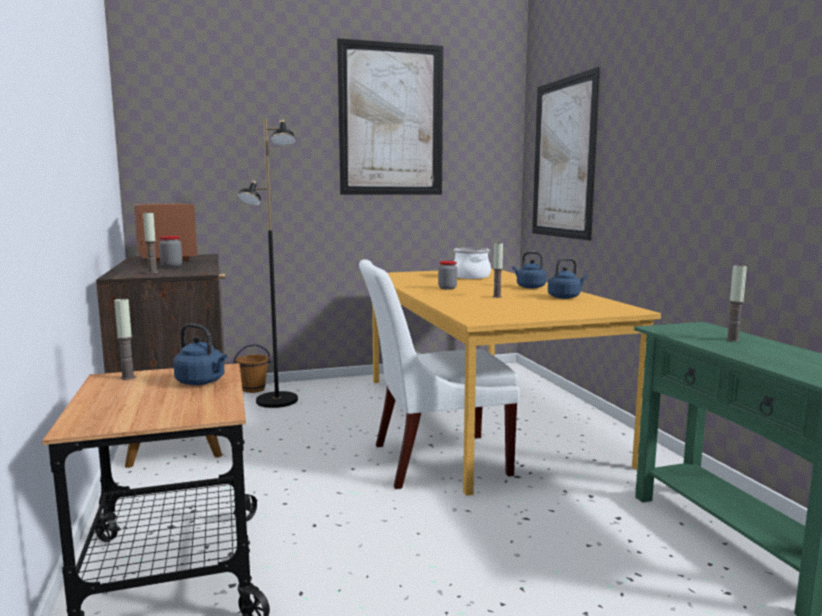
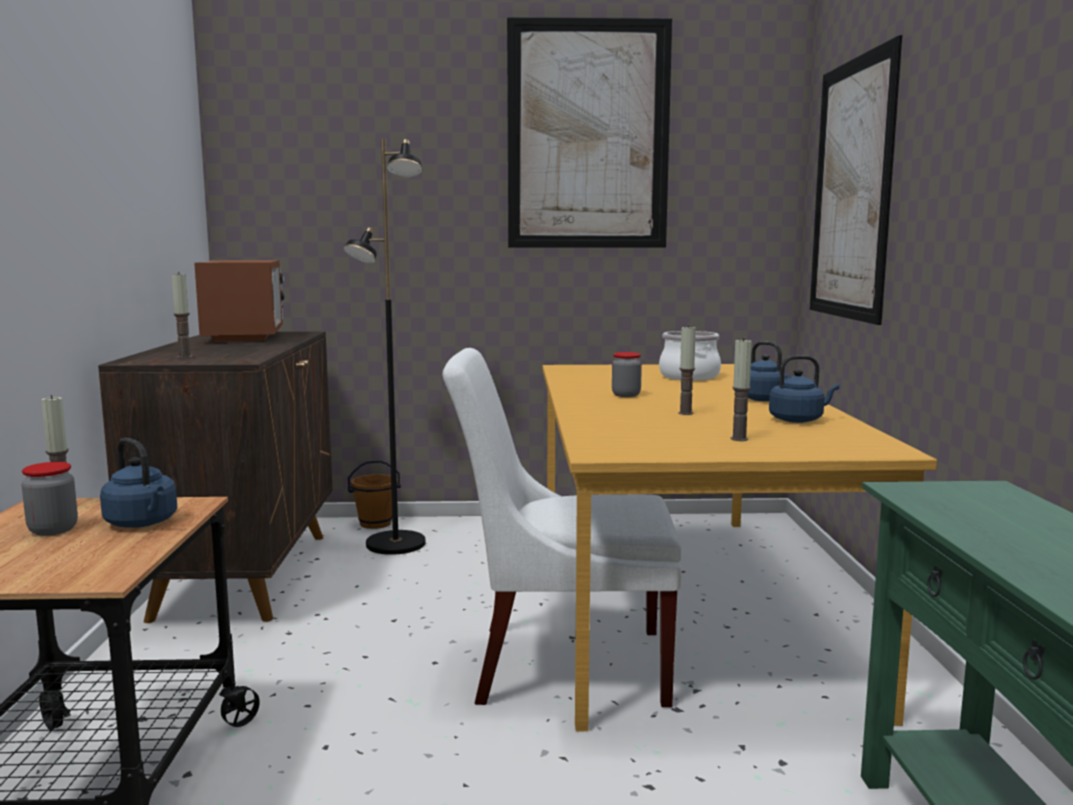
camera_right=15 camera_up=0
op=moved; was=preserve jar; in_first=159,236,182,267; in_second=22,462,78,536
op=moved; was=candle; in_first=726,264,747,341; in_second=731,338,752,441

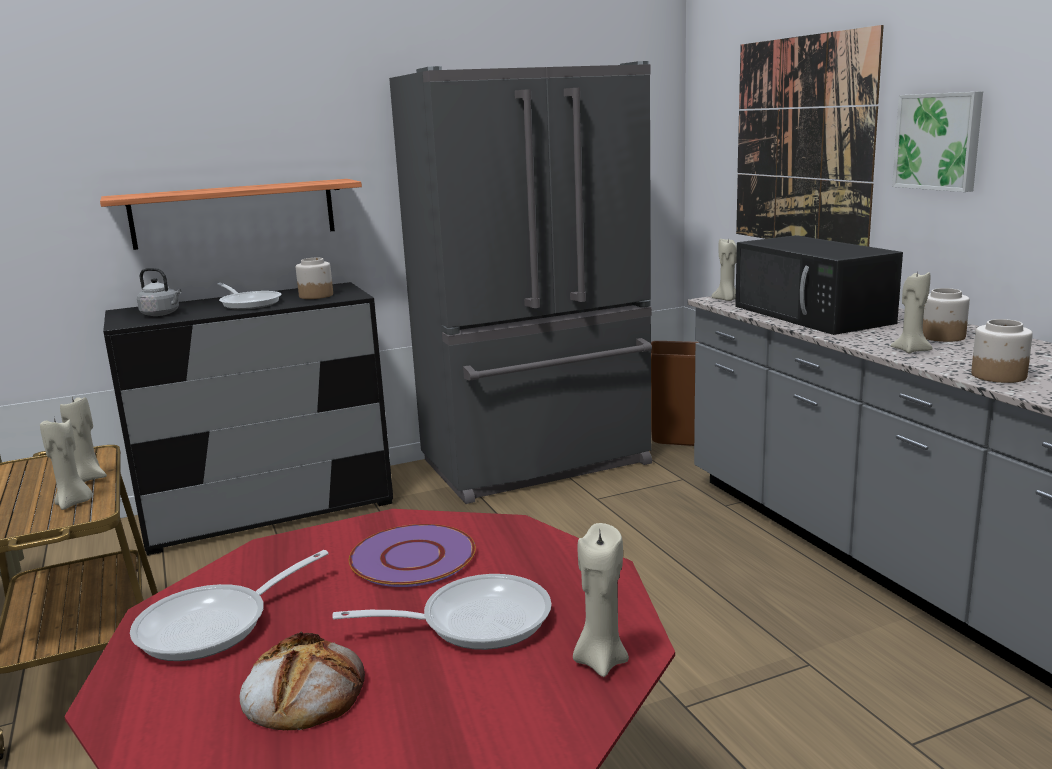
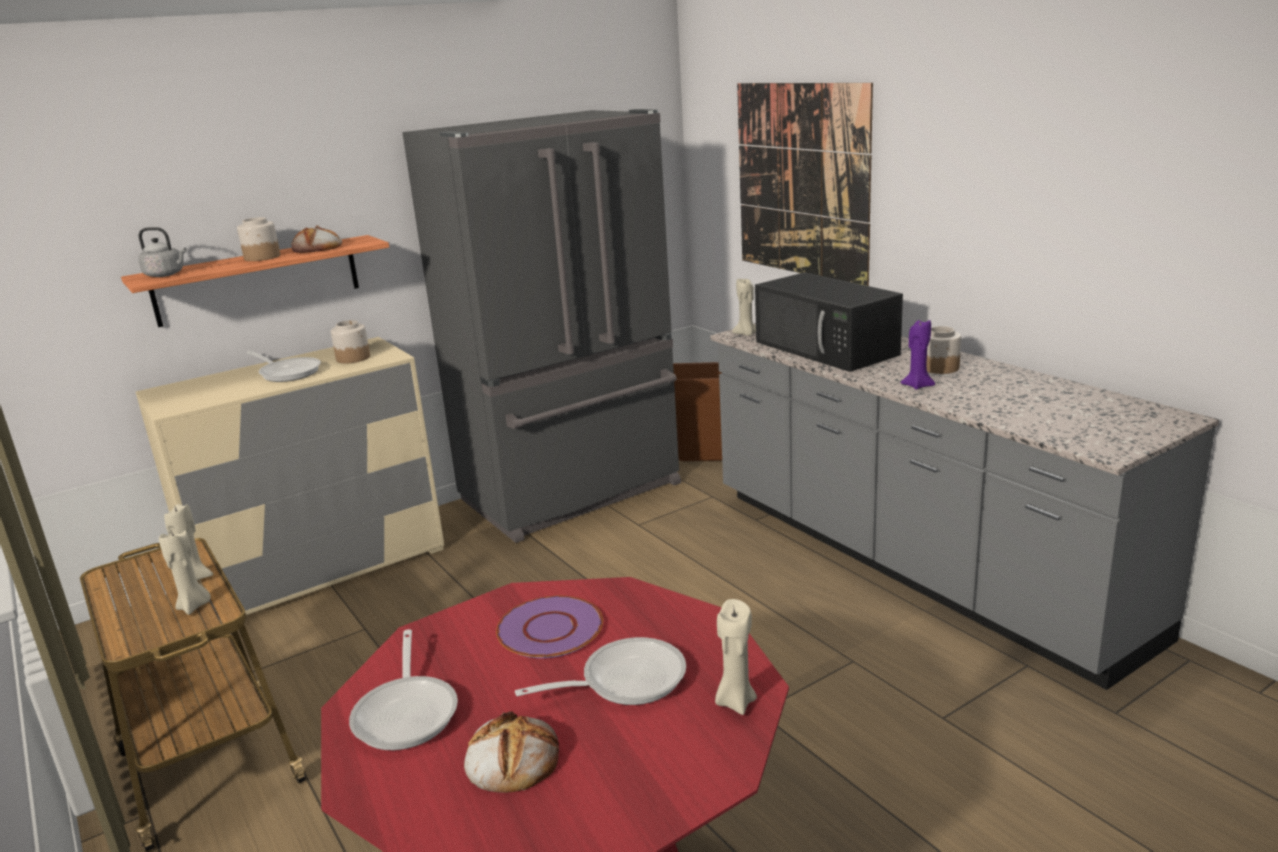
camera_right=-10 camera_up=5
op=recoloured; was=chest of drawers (black); now=chest of drawers (sand-coloured); in_first=103,282,393,555; in_second=136,337,444,624
op=moved; was=tea kettle (grey); in_first=137,268,182,316; in_second=138,227,187,277
op=moved; was=preserve jar; in_first=971,319,1033,383; in_second=237,217,280,261
op=added; now=baked bread; in_second=291,226,342,253
op=turned; was=pan; in_first=130,550,329,661; in_second=349,629,458,750; clockwise=-45
op=recoloured; was=candle (sand-coloured); now=candle (purple); in_first=890,269,933,353; in_second=900,320,935,390
op=removed; was=wall art; in_first=892,91,983,192

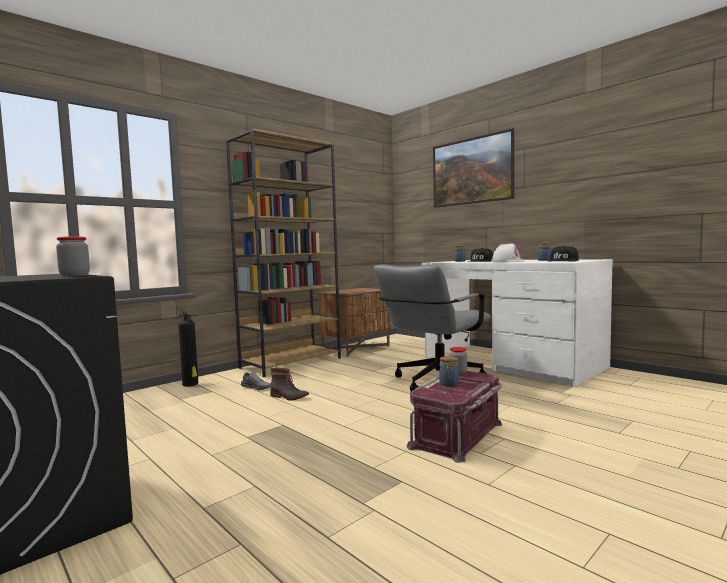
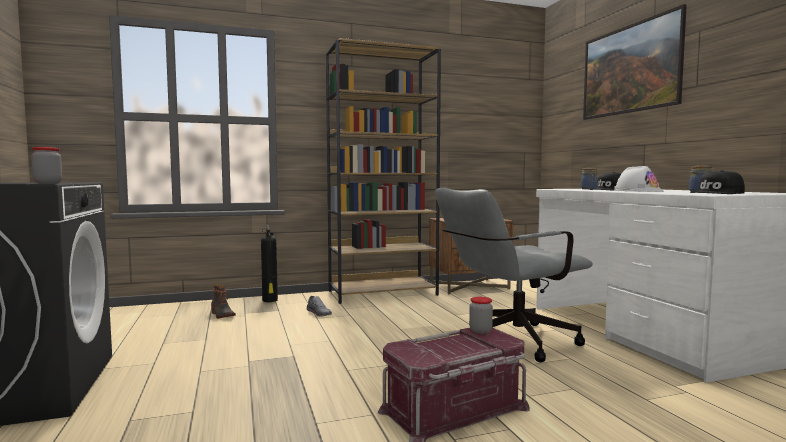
camera_right=25 camera_up=0
op=moved; was=high-top boot; in_first=270,368,309,401; in_second=211,284,236,318
op=removed; was=preserve jar; in_first=439,356,459,386

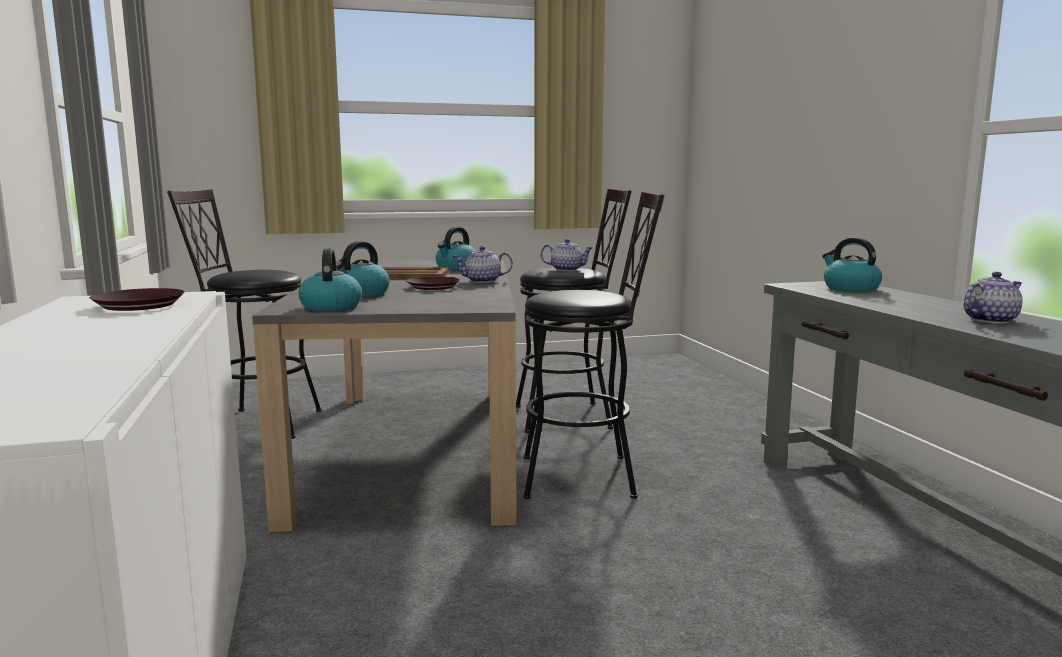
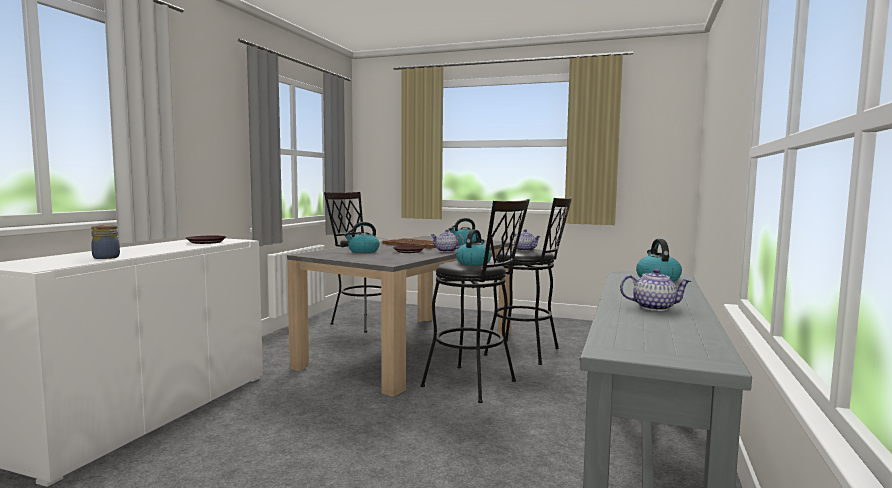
camera_right=35 camera_up=-5
op=added; now=preserve jar; in_second=91,225,120,259
op=moved; was=tea kettle; in_first=299,248,362,311; in_second=456,230,491,265

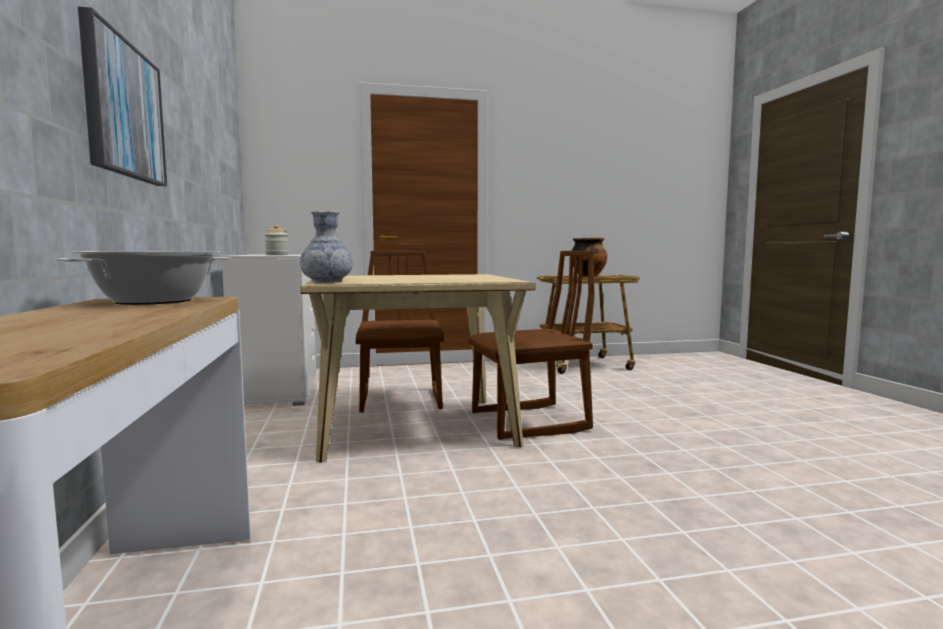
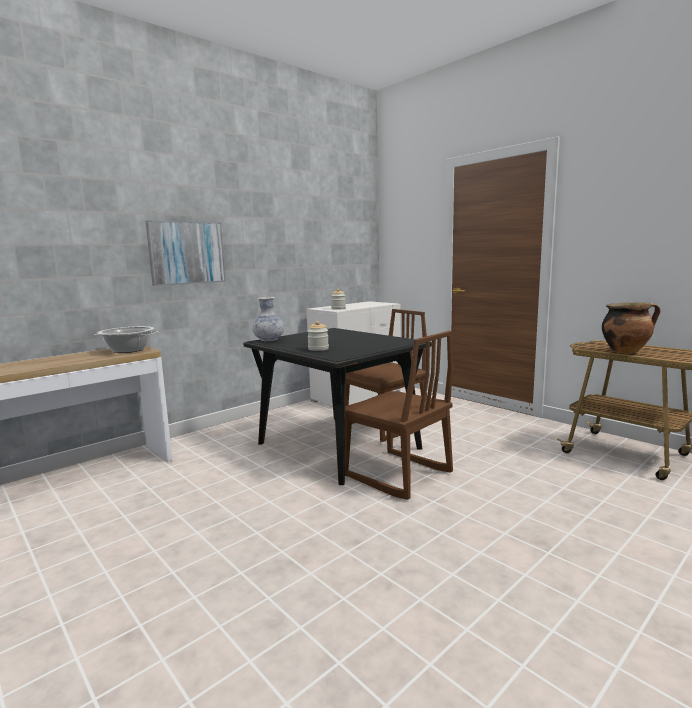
camera_right=60 camera_up=5
op=recoloured; was=dinner table (sand-coloured); now=dinner table (black); in_first=300,274,536,463; in_second=244,328,432,485
op=added; now=preserve jar; in_second=307,321,329,351

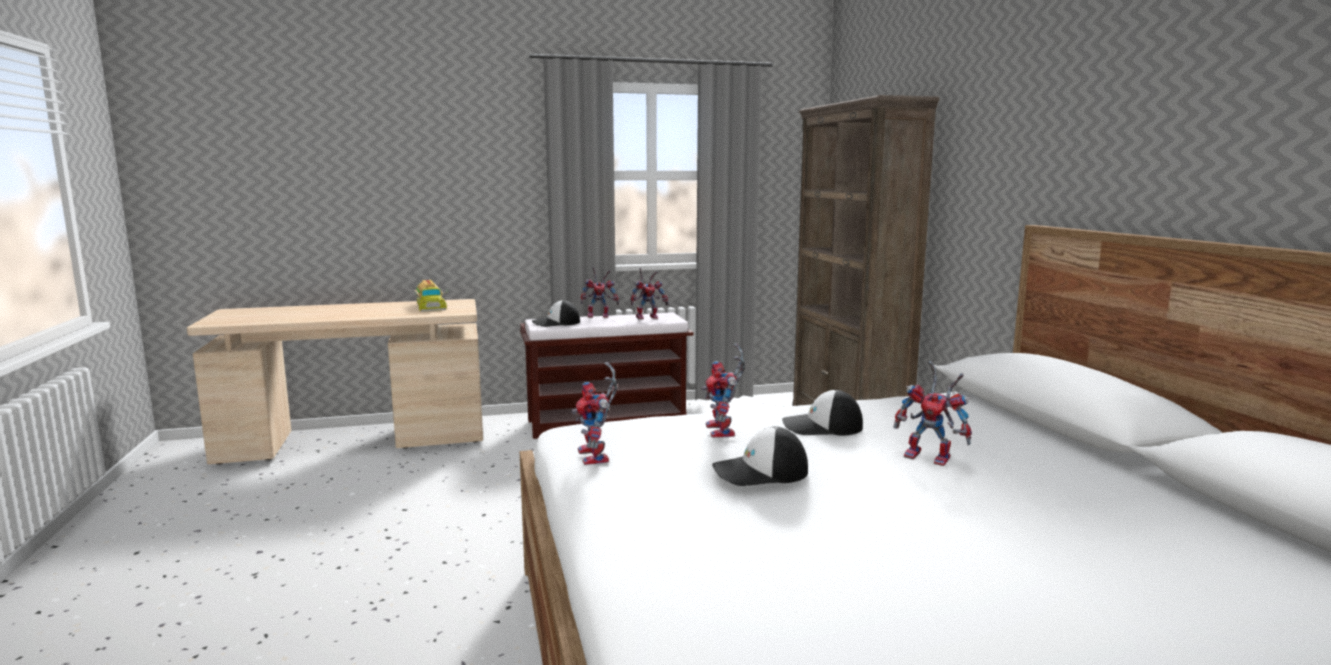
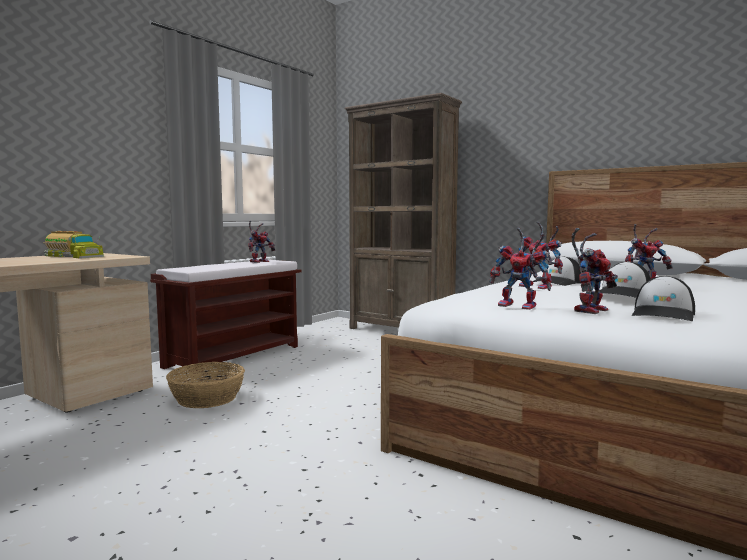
camera_right=-40 camera_up=-5
op=added; now=basket; in_second=166,362,245,408
op=moved; was=toy robot; in_first=581,267,619,318; in_second=571,228,618,314
op=moved; was=baseball cap; in_first=532,300,580,327; in_second=632,276,695,321

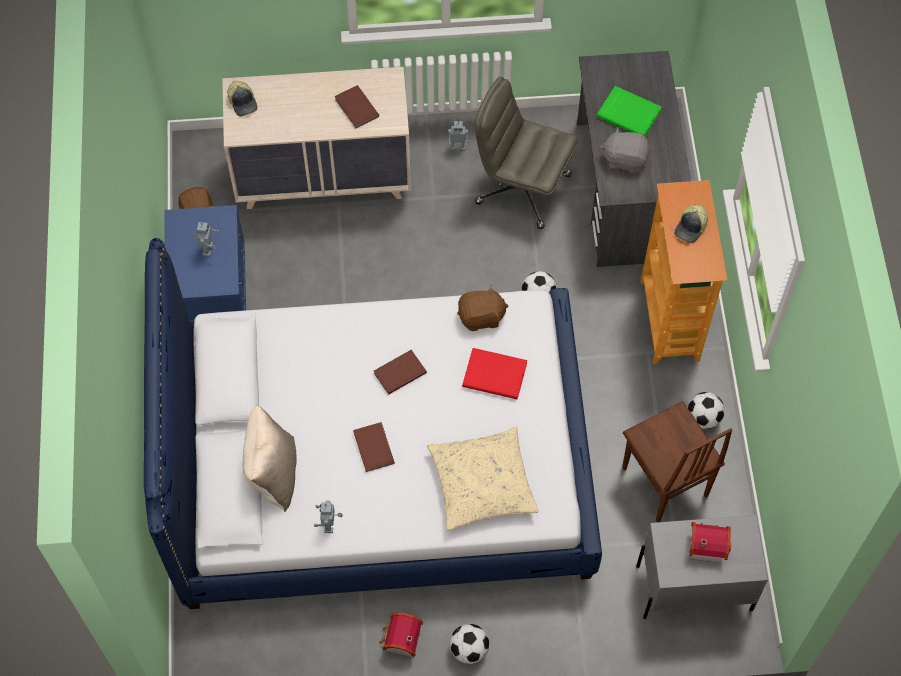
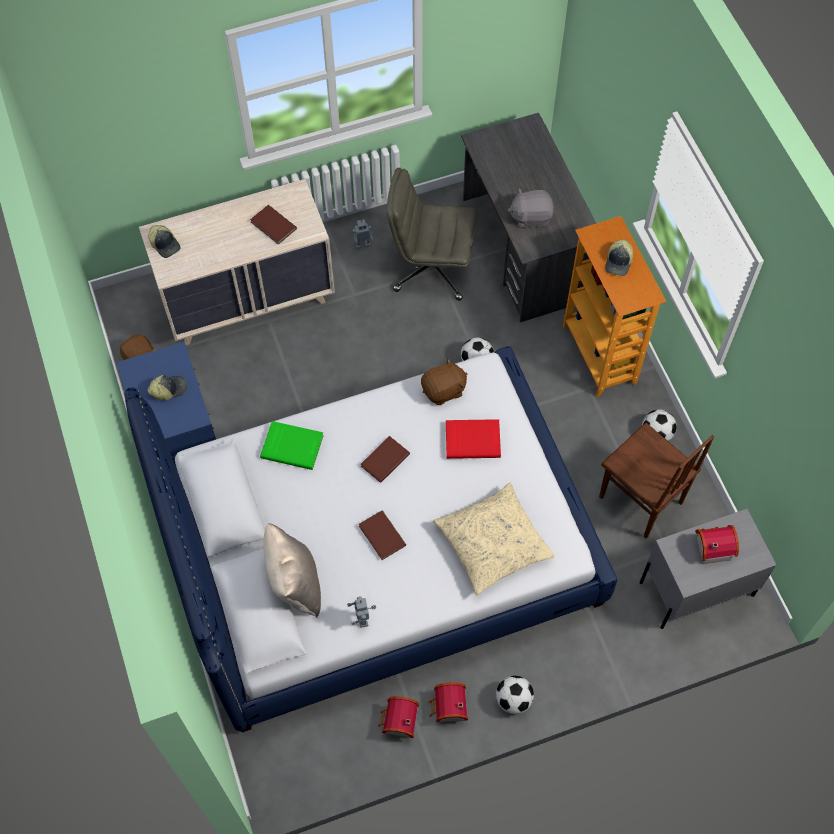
camera_right=-15 camera_up=0
op=replaced; was=toy robot; now=baseball cap; in_first=191,222,219,257; in_second=148,375,187,400
op=moved; was=volume (green); in_first=597,86,662,136; in_second=260,421,324,470
op=added; now=toy house; in_second=378,696,419,738

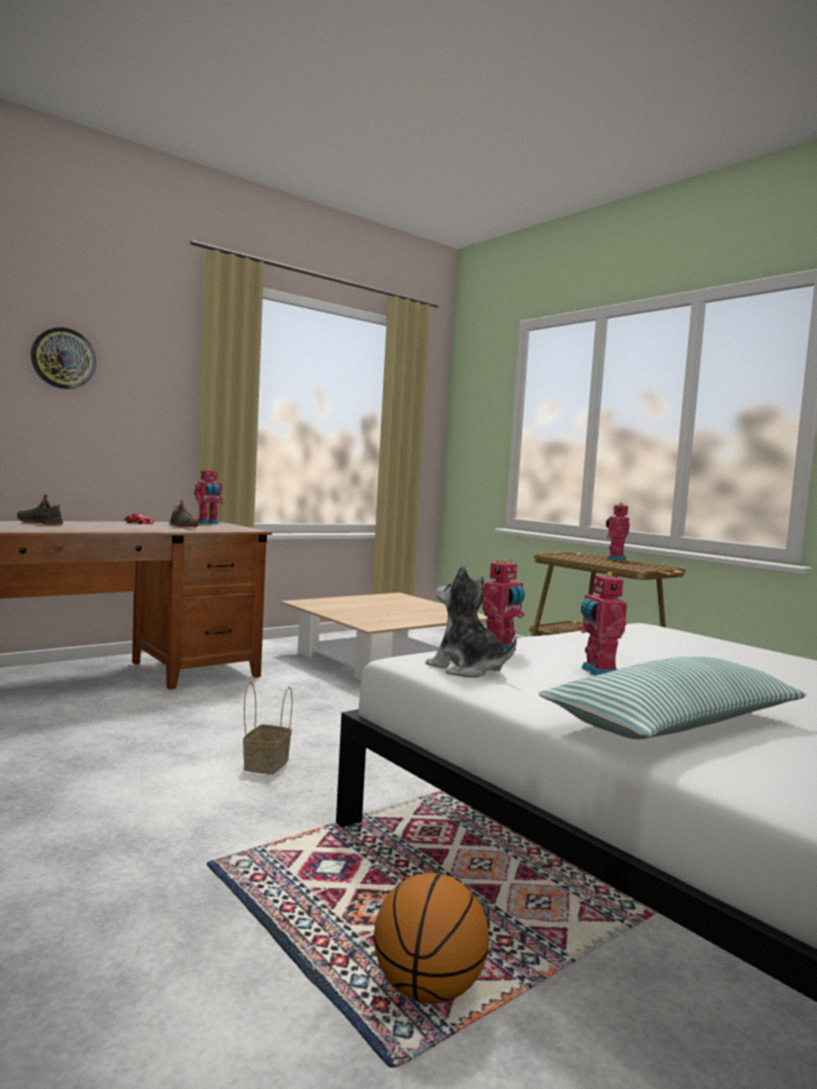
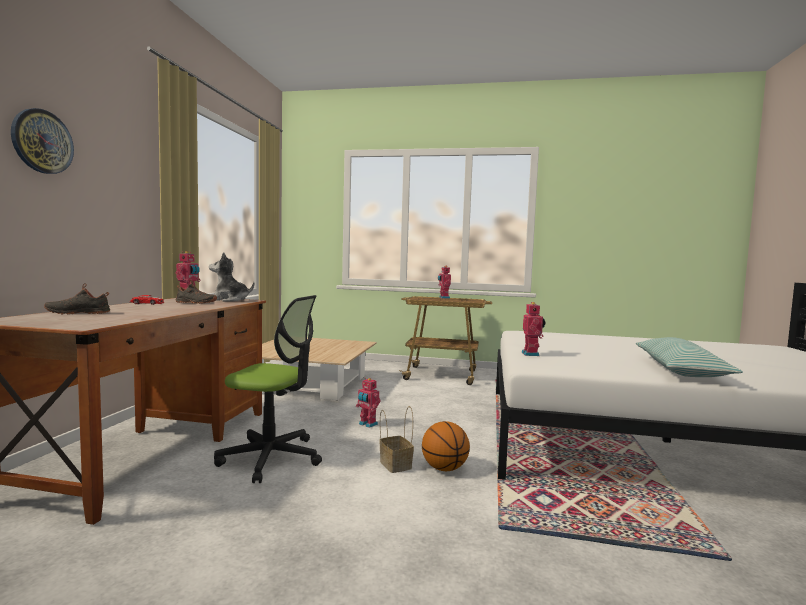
camera_right=-40 camera_up=0
op=moved; was=plush toy; in_first=426,565,517,677; in_second=209,252,254,302
op=added; now=desk chair; in_second=214,295,322,483
op=moved; was=toy robot; in_first=579,572,627,676; in_second=356,378,381,428
op=moved; was=basketball ball; in_first=374,873,489,1004; in_second=422,421,470,471

